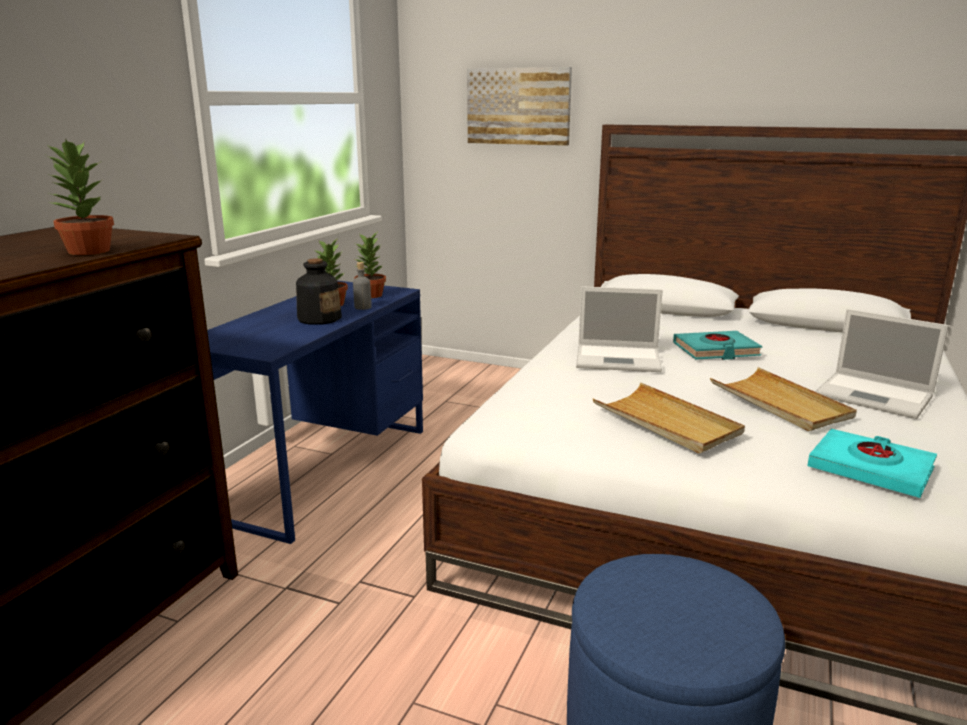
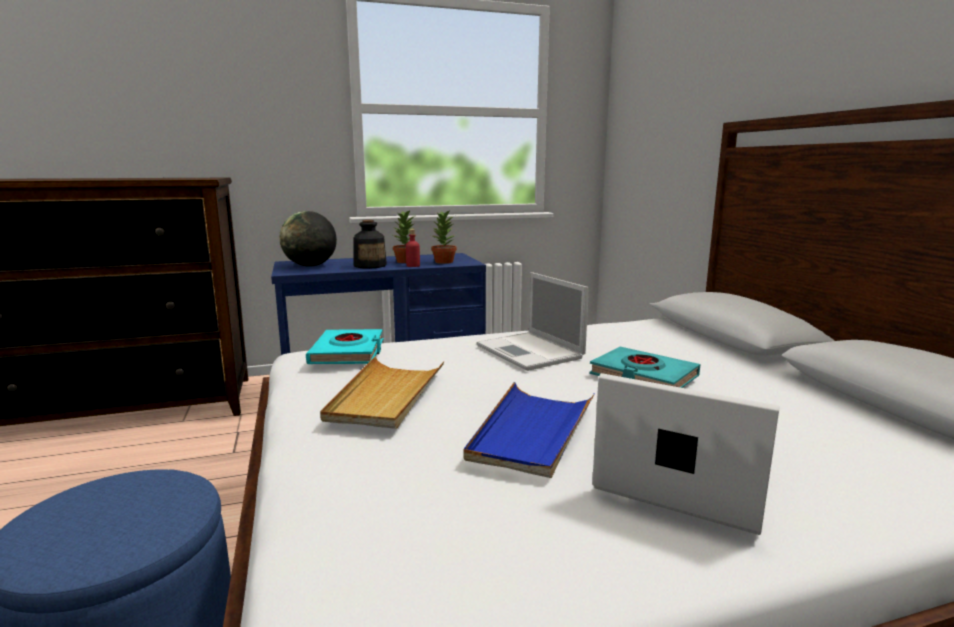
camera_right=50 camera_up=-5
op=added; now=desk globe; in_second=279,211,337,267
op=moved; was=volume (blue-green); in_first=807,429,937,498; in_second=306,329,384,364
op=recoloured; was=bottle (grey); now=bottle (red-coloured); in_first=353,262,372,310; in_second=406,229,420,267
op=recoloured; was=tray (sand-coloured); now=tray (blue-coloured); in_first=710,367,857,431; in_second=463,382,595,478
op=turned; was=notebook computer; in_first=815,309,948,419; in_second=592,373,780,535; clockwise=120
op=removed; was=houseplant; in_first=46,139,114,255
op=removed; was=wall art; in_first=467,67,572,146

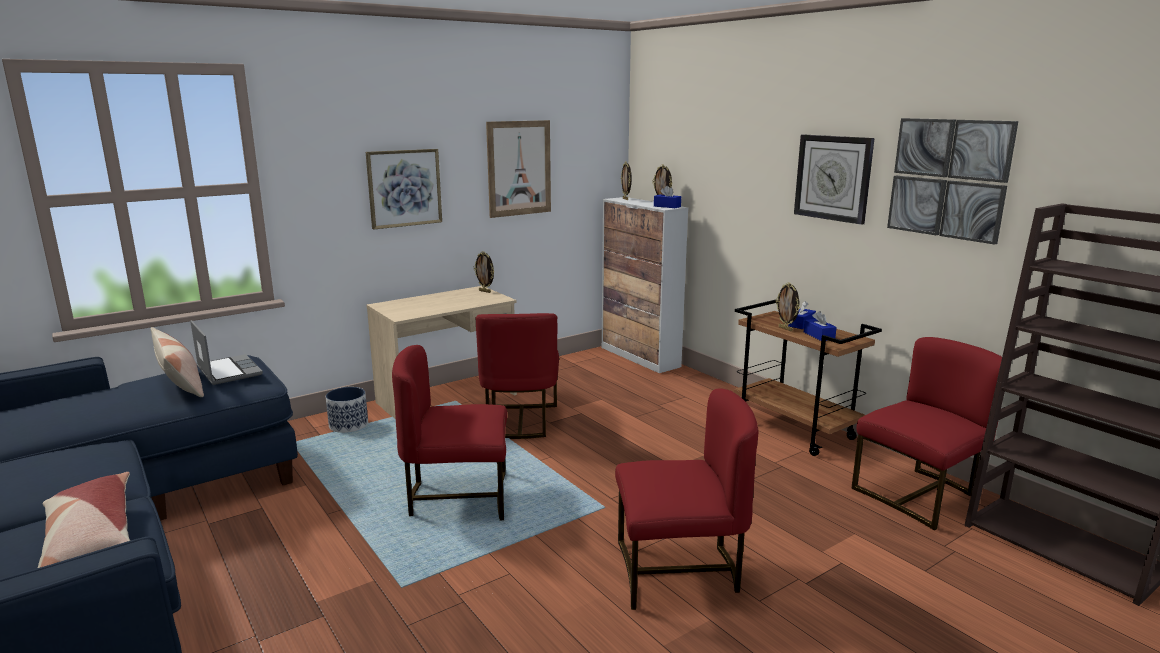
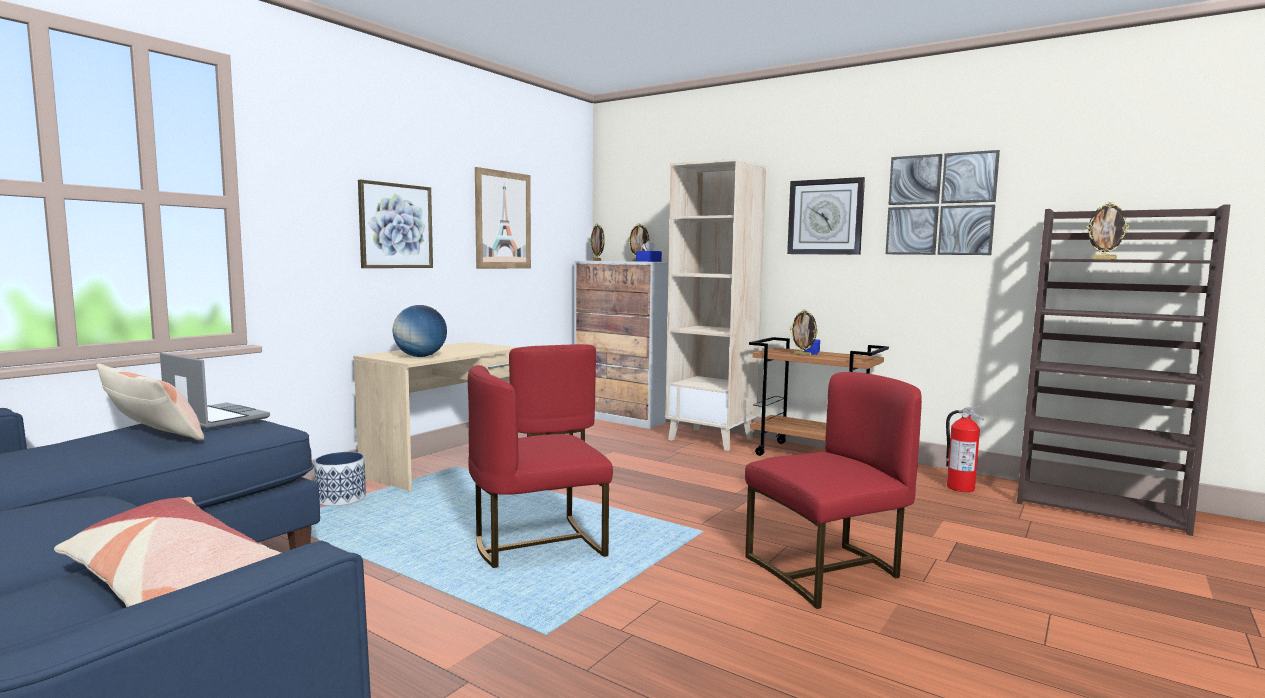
camera_right=-20 camera_up=-10
op=added; now=desk globe; in_second=393,305,447,357
op=added; now=shelving unit (sand-coloured); in_second=665,158,766,451
op=replaced; was=chair (red-coloured); now=extinguisher; in_first=852,337,1002,530; in_second=946,406,984,492
op=moved; was=photo frame; in_first=474,251,494,293; in_second=1086,202,1129,259
op=removed; was=tissue holder (blue-coloured); in_first=804,311,837,341

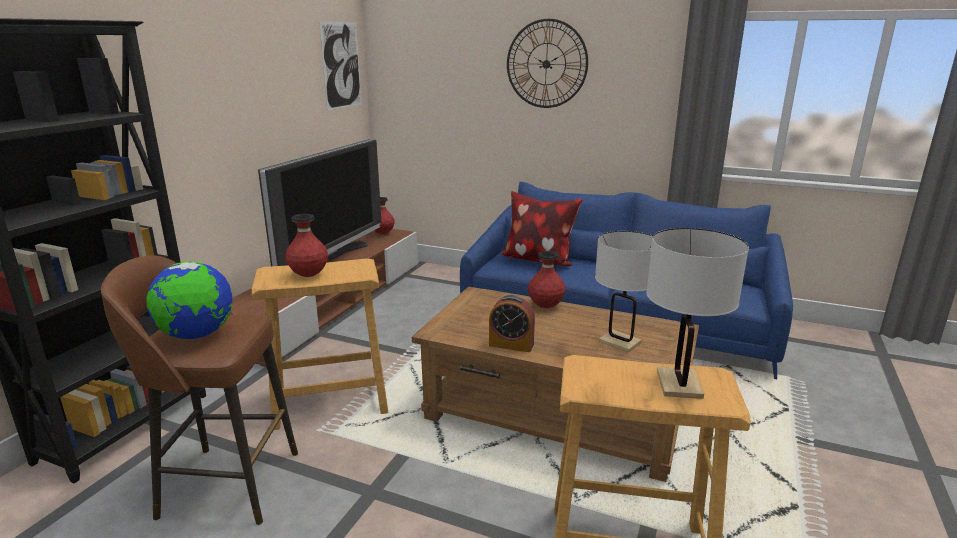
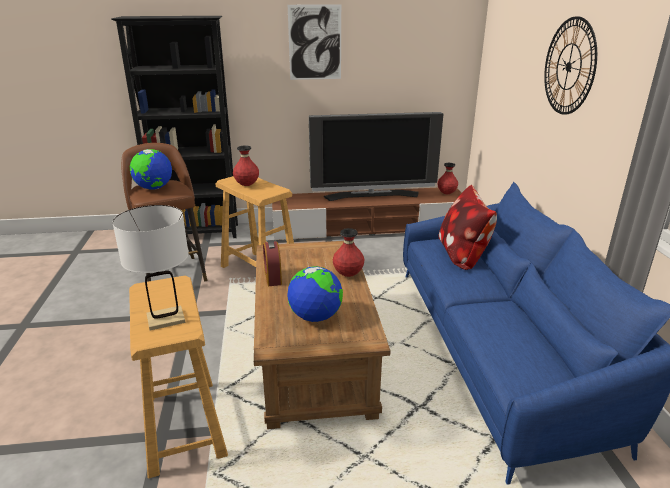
camera_right=60 camera_up=5
op=replaced; was=lamp for a table (white); now=desk globe; in_first=595,231,653,353; in_second=287,266,343,322
op=moved; was=wall art; in_first=319,21,362,110; in_second=288,4,341,80

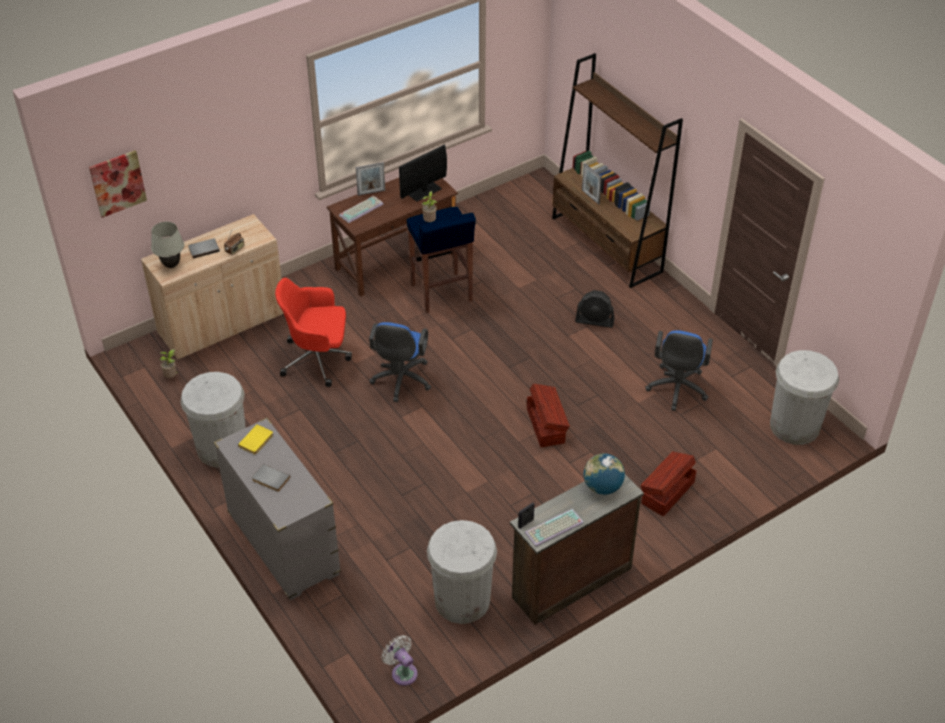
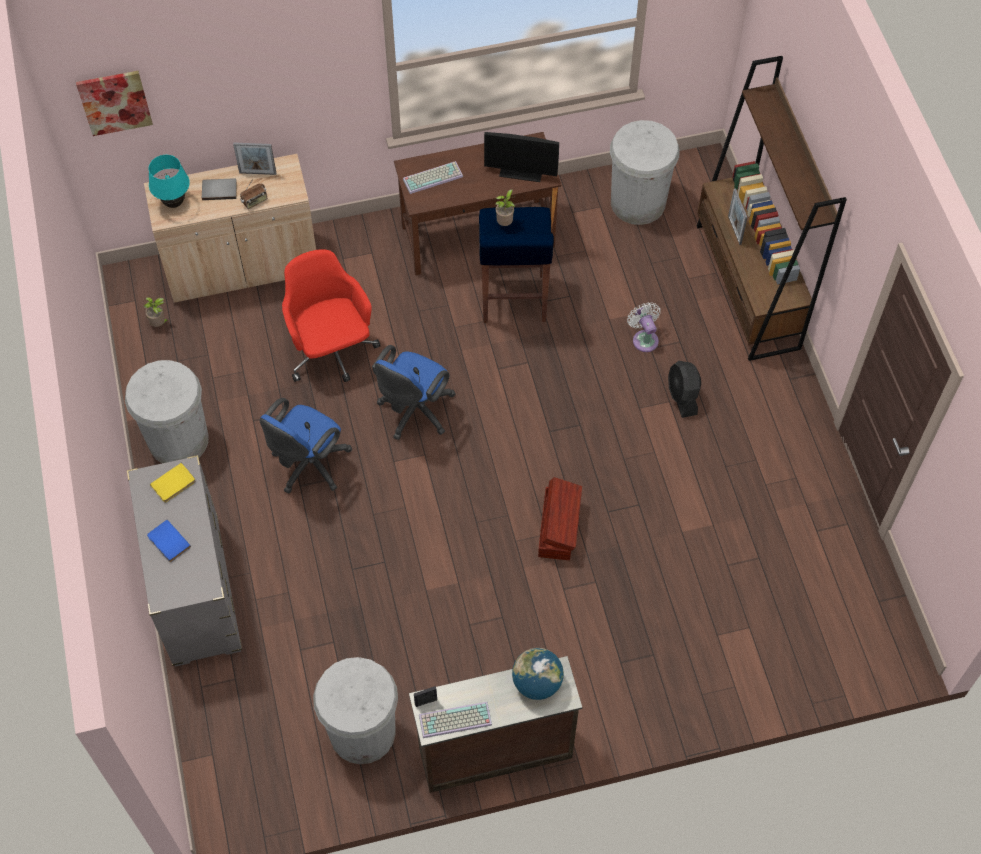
camera_right=20 camera_up=15
op=recoloured; was=volume (grey); now=volume (blue-coloured); in_first=252,464,290,492; in_second=147,520,191,562
op=recoloured; was=lamp for a table (white); now=lamp for a table (blue-green); in_first=151,222,184,268; in_second=149,155,190,208
op=moved; was=photo frame; in_first=356,162,385,196; in_second=233,142,276,175
op=moved; was=desk chair (blue-coloured); in_first=645,330,713,411; in_second=259,398,352,493
op=turned; was=desk chair (red-coloured); in_first=275,278,352,387; in_second=282,249,381,382; clockwise=45
op=turned; was=monitor; in_first=399,145,447,202; in_second=484,132,559,182; clockwise=-150
op=moved; was=waste bin (white); in_first=770,350,839,445; in_second=610,120,680,225
op=moved; was=cooling fan (white); in_first=382,635,418,686; in_second=627,303,660,352
op=turned; was=cooling fan (black); in_first=575,290,615,328; in_second=668,361,701,418; clockwise=45
op=removed; was=storage container (brownish); in_first=640,451,697,517

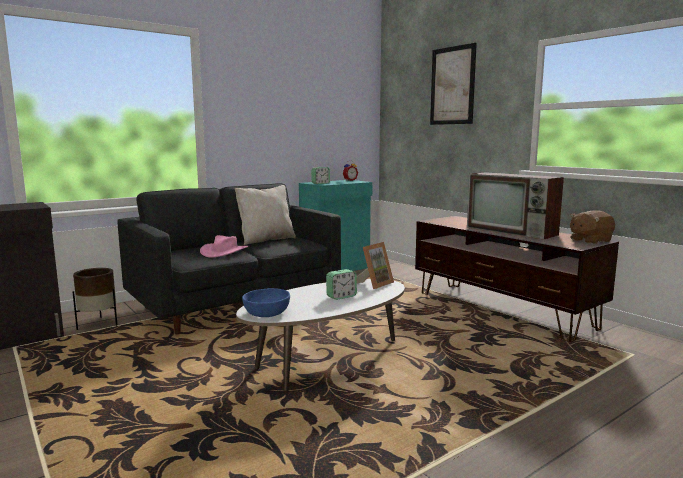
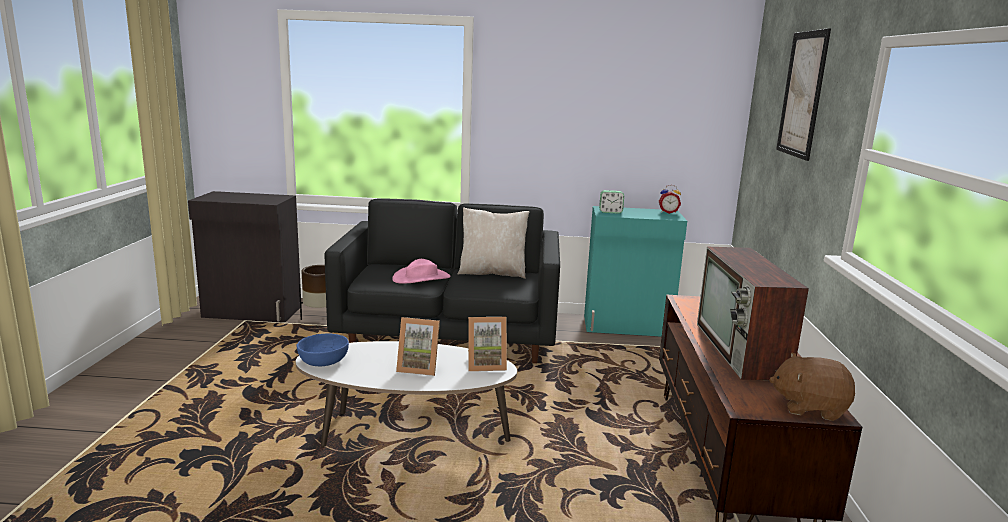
camera_right=40 camera_up=5
op=replaced; was=table clock; now=photo frame; in_first=326,269,357,300; in_second=396,317,440,376

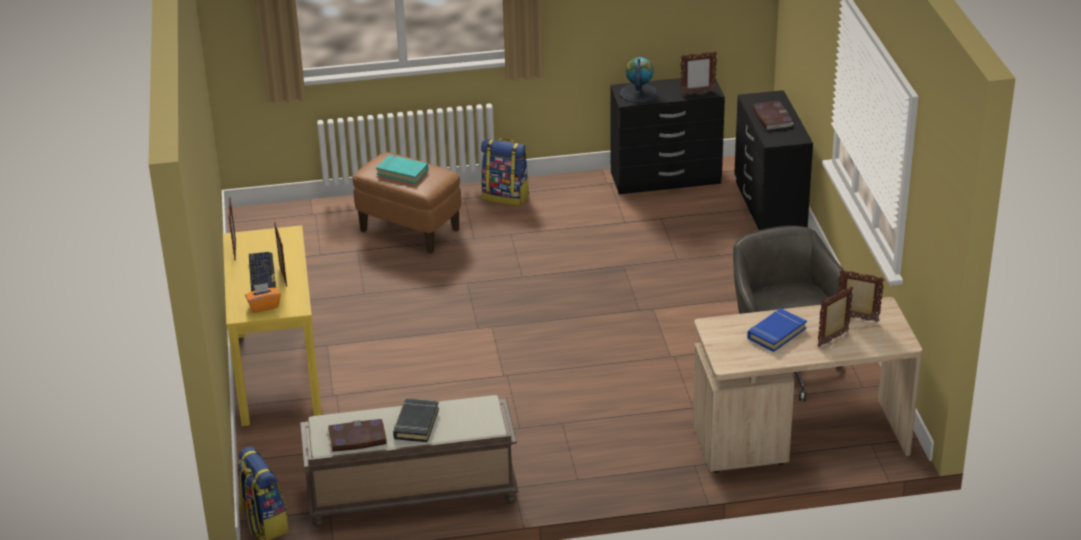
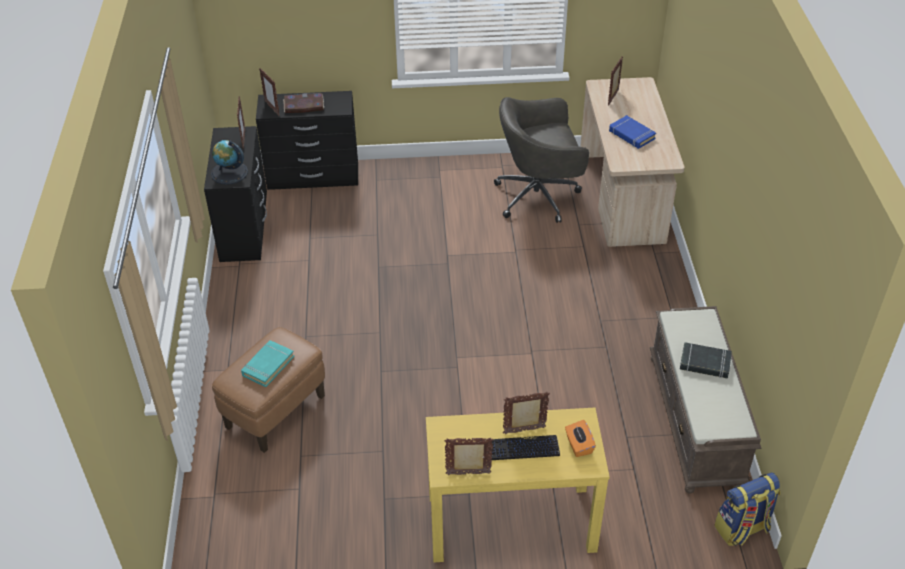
camera_right=-85 camera_up=10
op=moved; was=photo frame; in_first=818,286,853,347; in_second=259,68,279,116
op=removed; was=volume; in_first=327,419,387,452
op=removed; was=rucksack; in_first=481,138,529,206

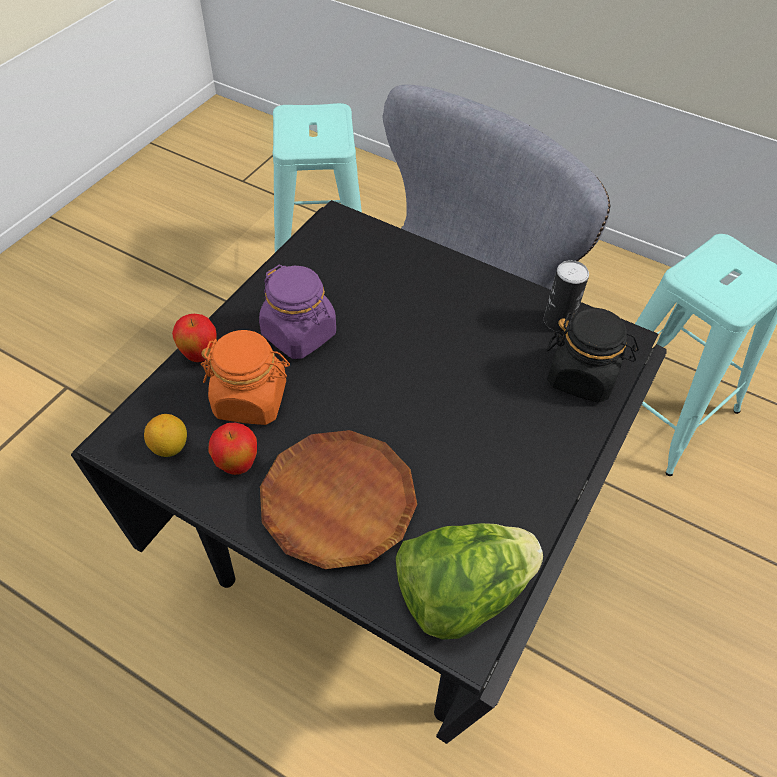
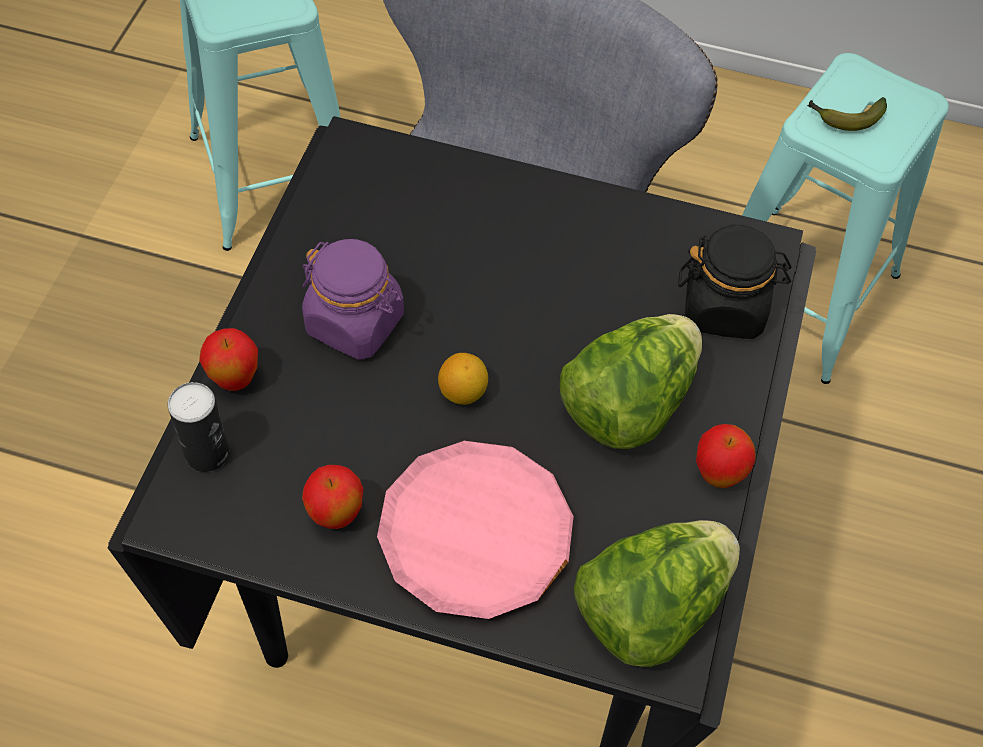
camera_right=-15 camera_up=5
op=moved; was=can; in_first=544,260,589,332; in_second=168,382,229,472
op=recoloured; was=plate (brownish); now=plate (pink); in_first=260,430,417,569; in_second=377,441,573,619
op=moved; was=lemon; in_first=144,414,187,457; in_second=438,353,488,405
op=added; now=lettuce head; in_second=560,314,702,449
op=added; now=whole apple; in_second=696,424,755,488
op=added; now=banana fruit; in_second=807,97,887,131
op=removed; was=preserve jar (orange-coloured); in_first=201,330,290,425

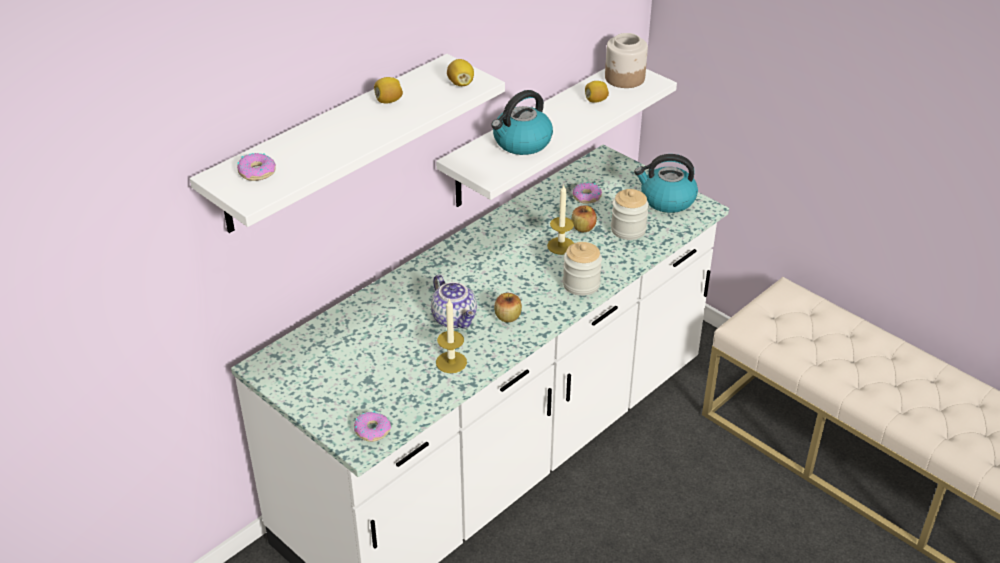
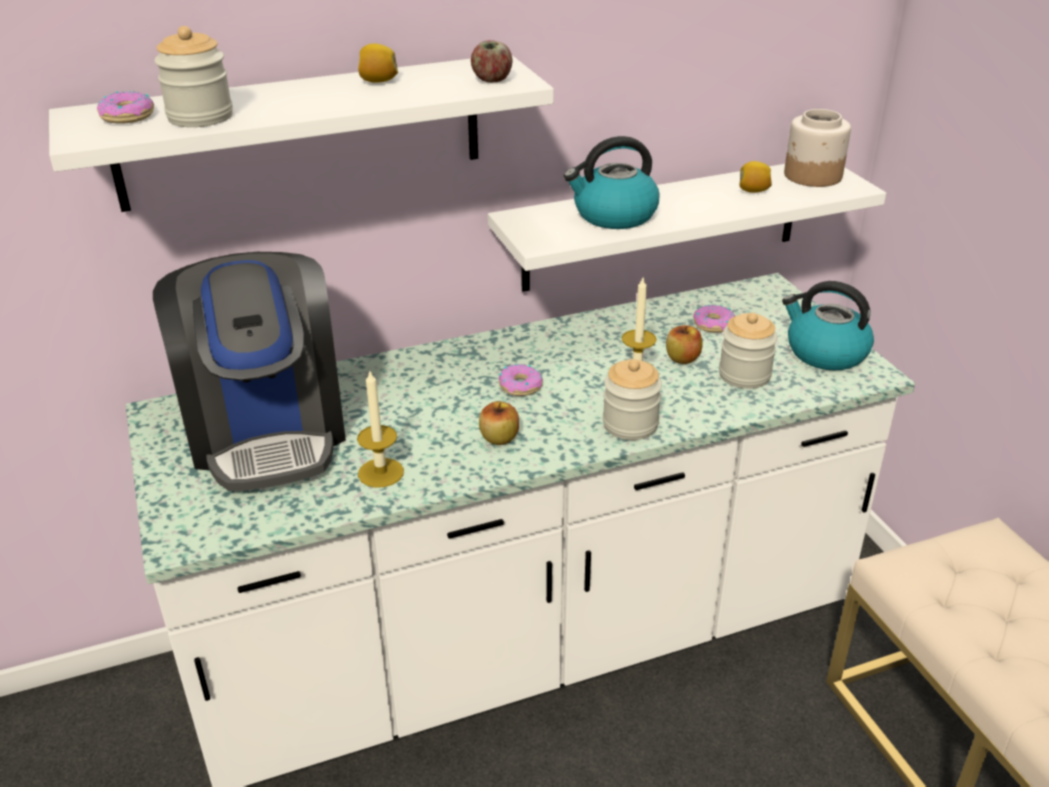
camera_right=25 camera_up=-5
op=added; now=coffee brewer; in_second=153,252,346,491
op=added; now=preserve jar; in_second=155,26,233,127
op=replaced; was=lemon; now=whole apple; in_first=447,59,474,86; in_second=471,40,512,82
op=moved; was=ring doughnut; in_first=354,411,391,442; in_second=499,364,543,396
op=removed; was=tea pot; in_first=431,275,477,329

